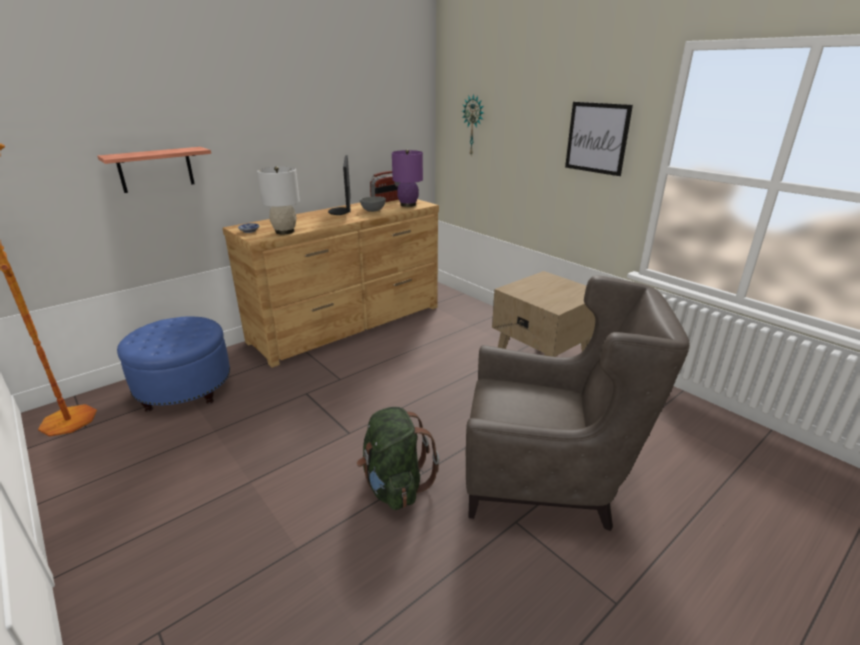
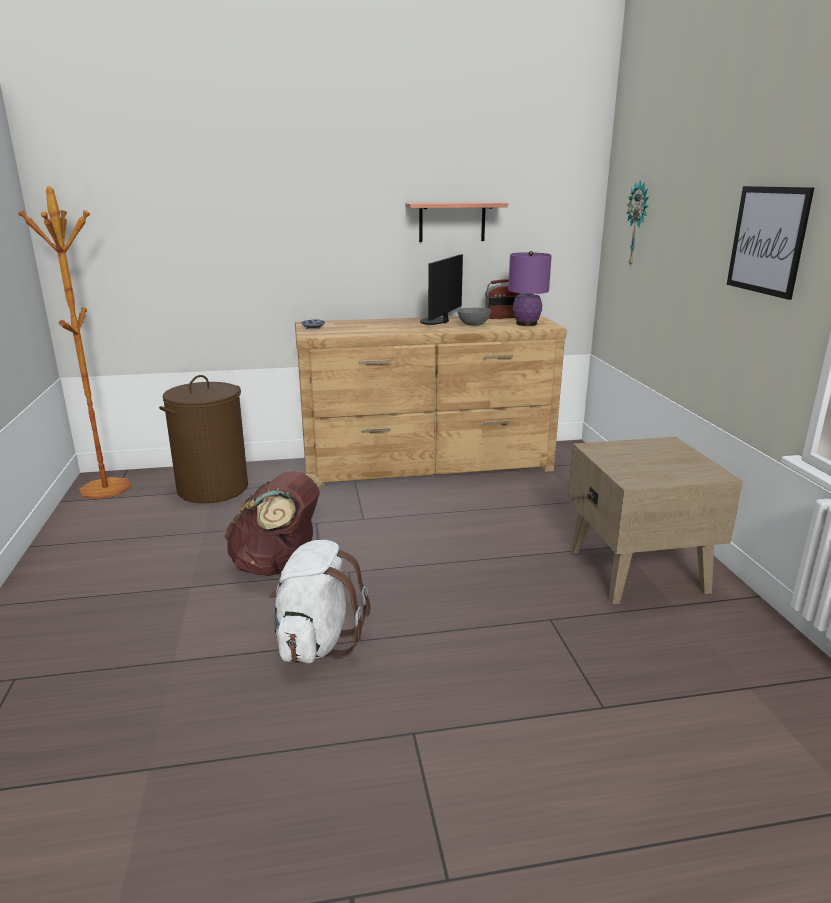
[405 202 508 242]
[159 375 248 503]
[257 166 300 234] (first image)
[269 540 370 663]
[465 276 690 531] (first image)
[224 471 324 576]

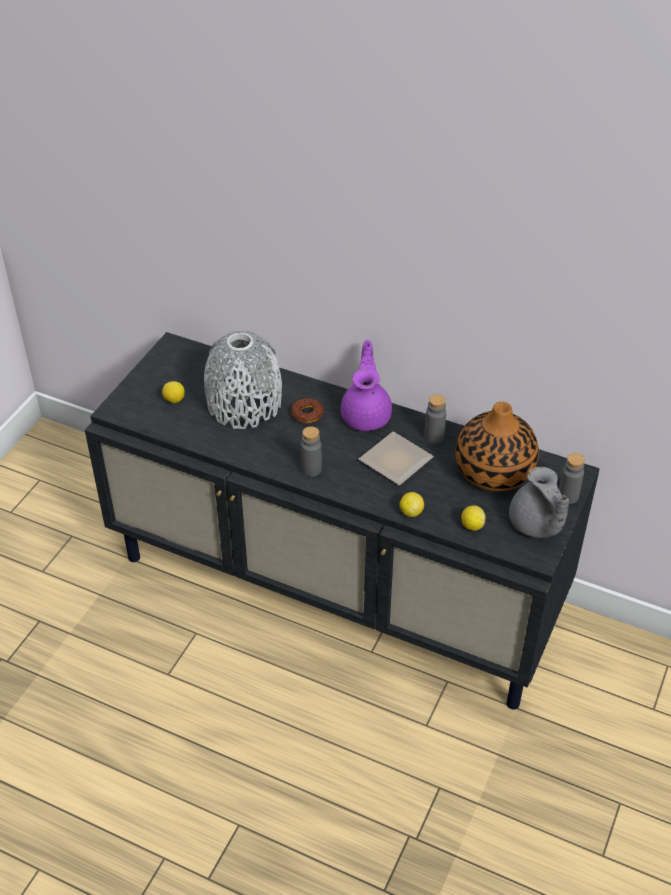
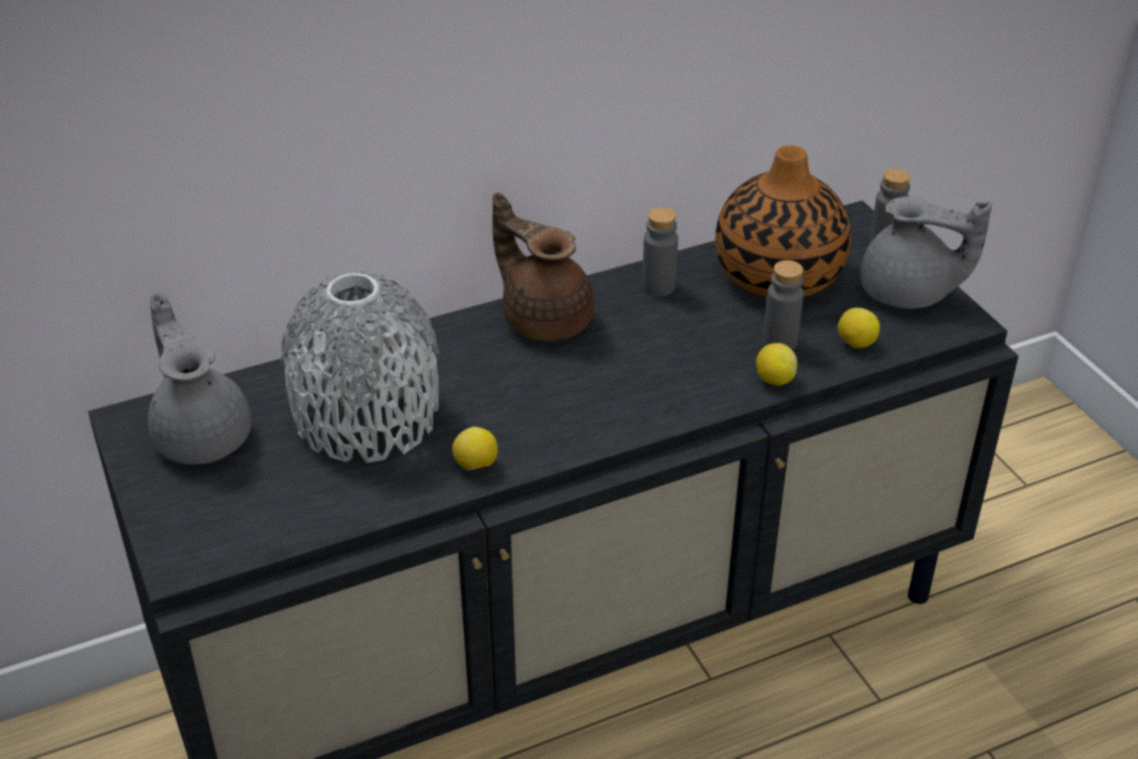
[452 427 498 471]
[291 398 324 423] (first image)
[763 260 804 350]
[492 193 594 341]
[359 432 434 485] (first image)
[148 293 252 465]

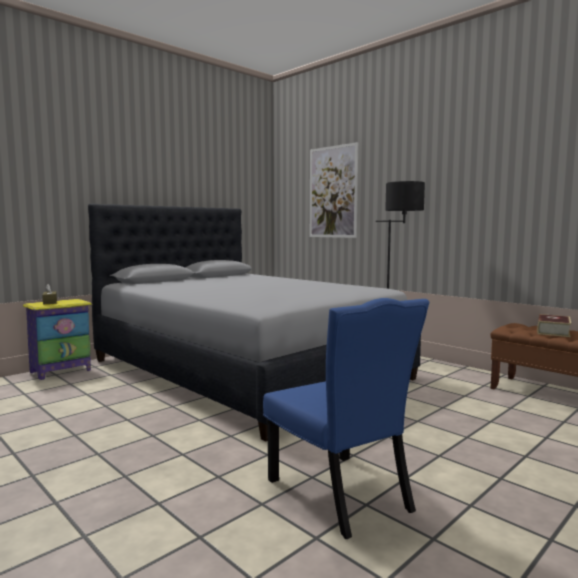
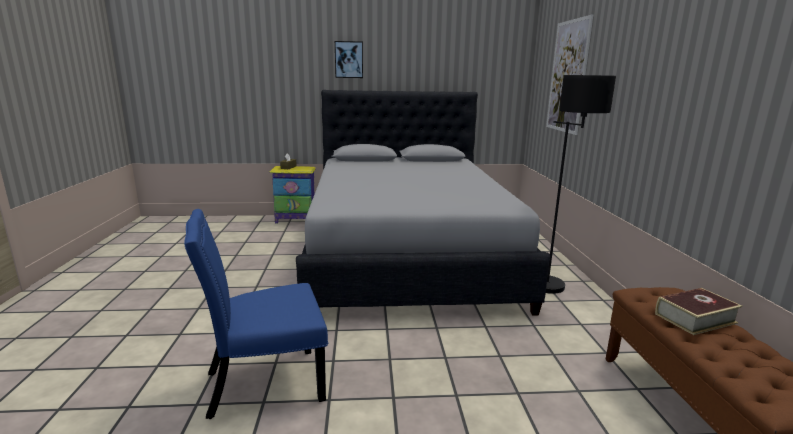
[184 209 328 419]
[335 41 363 78]

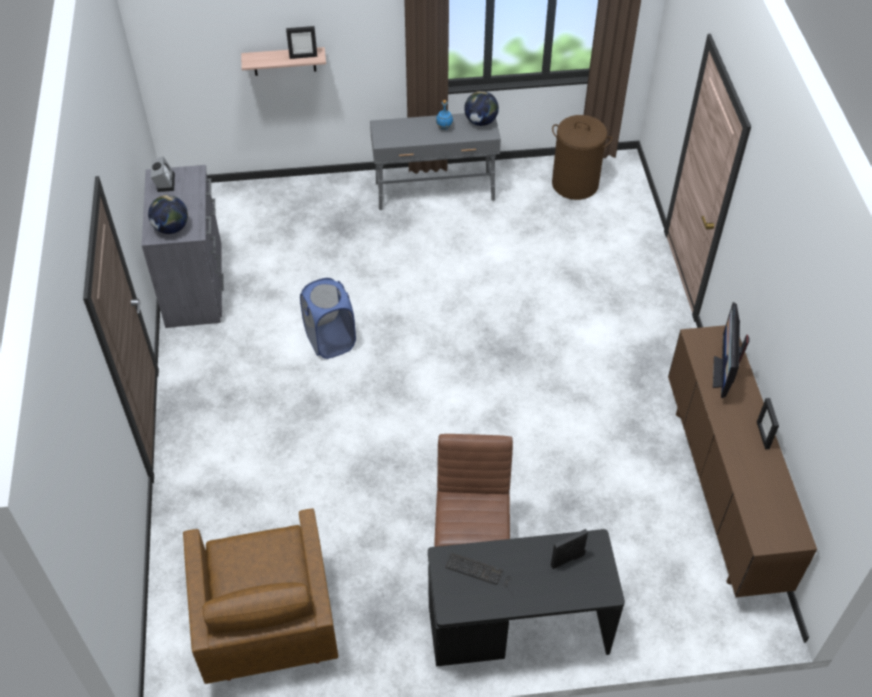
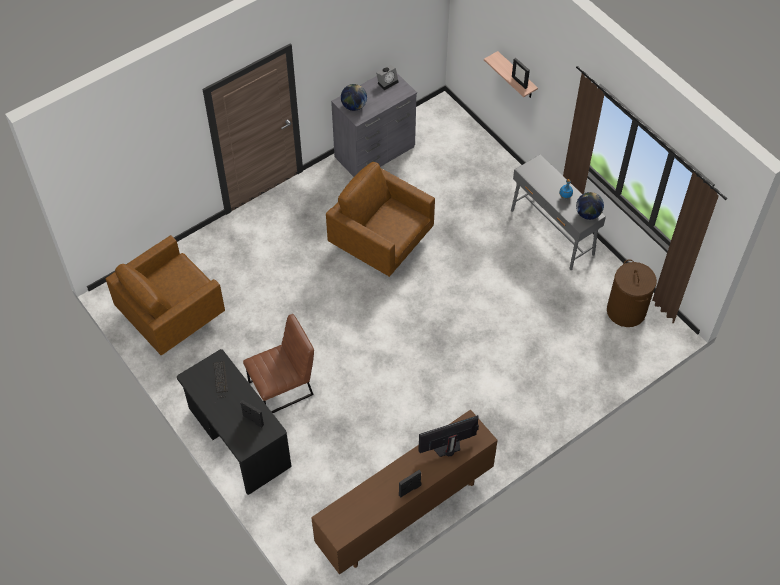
[326 162 435 277]

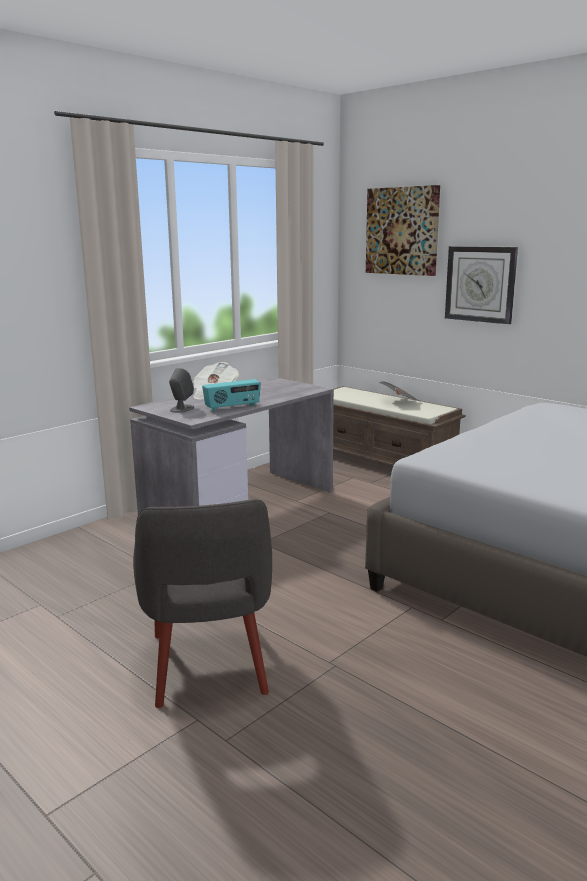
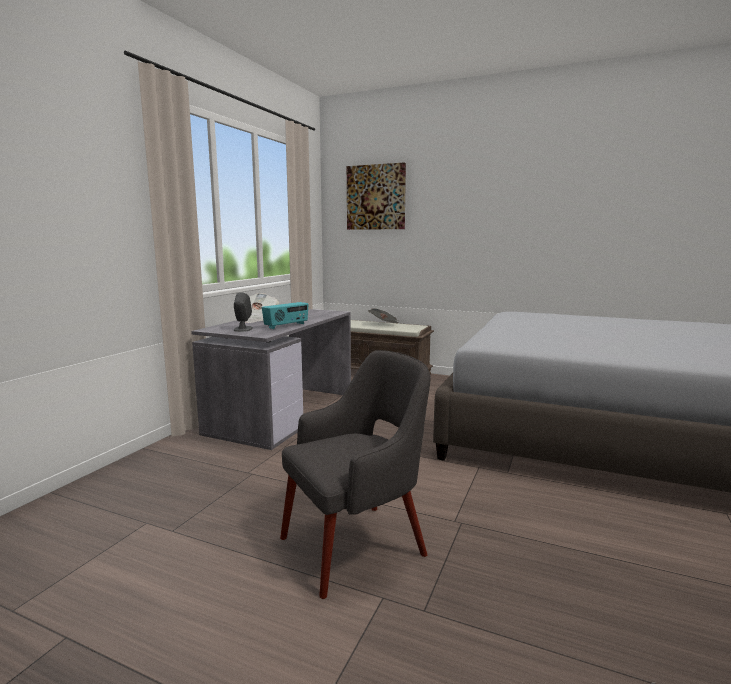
[280 350 430 599]
[445 246 518 324] (first image)

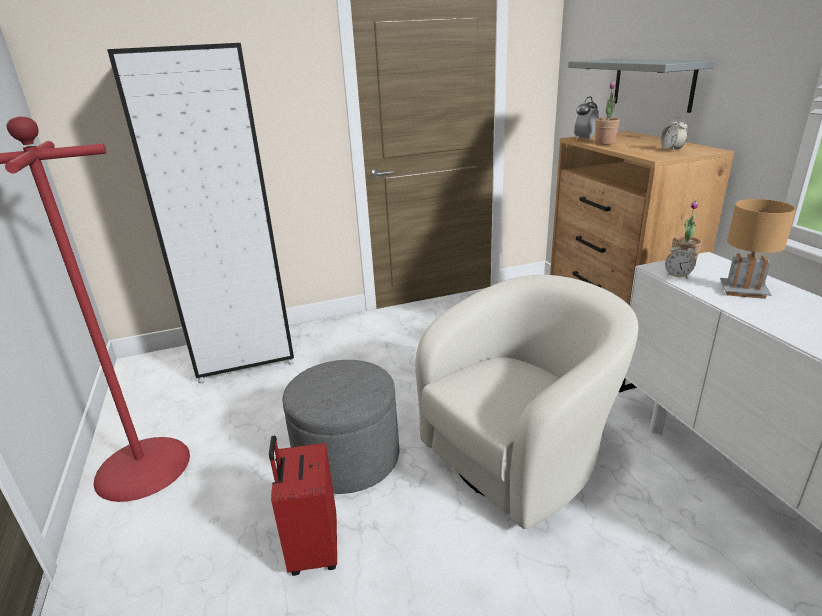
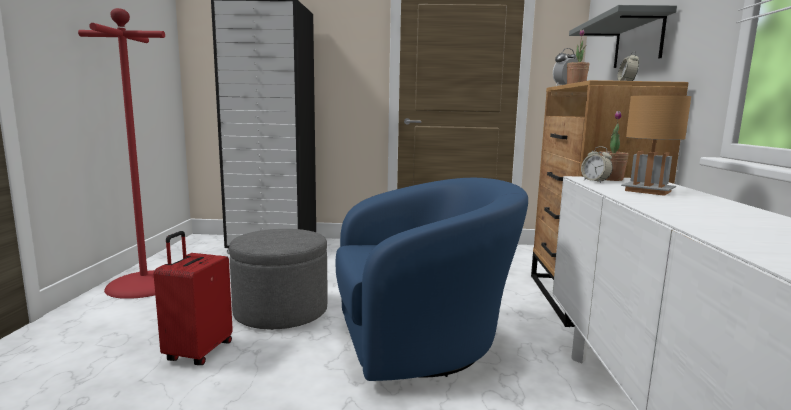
[336 178 528 381]

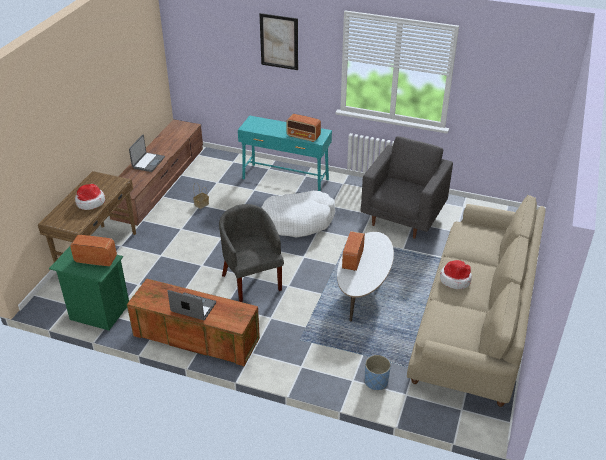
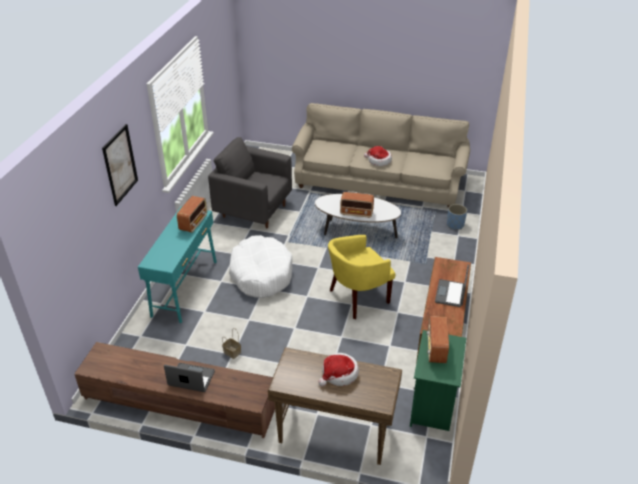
[328 235 395 319]

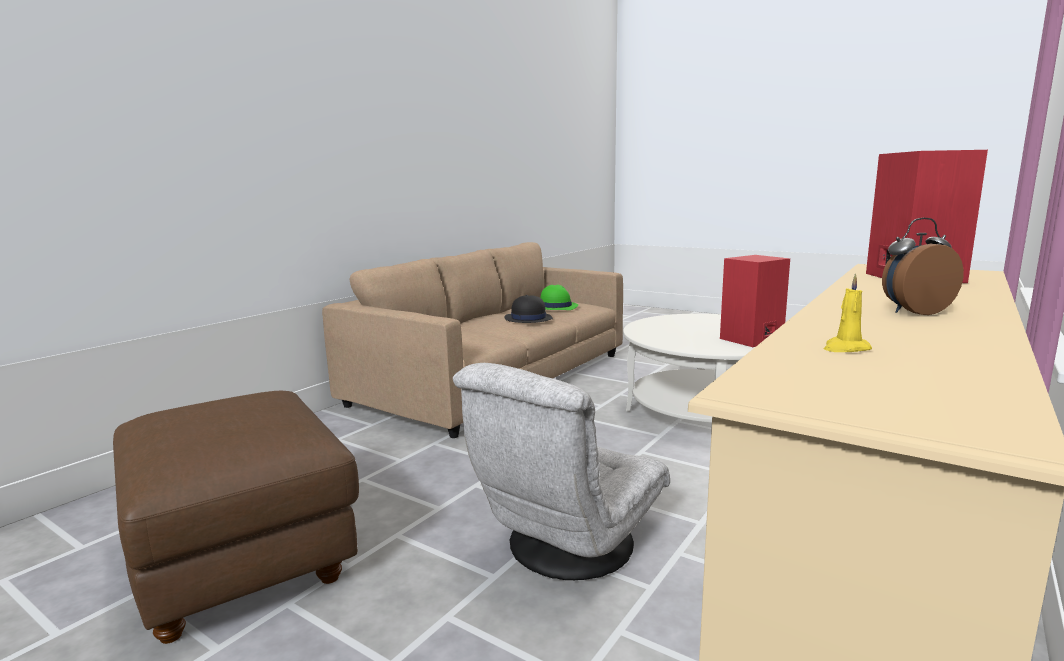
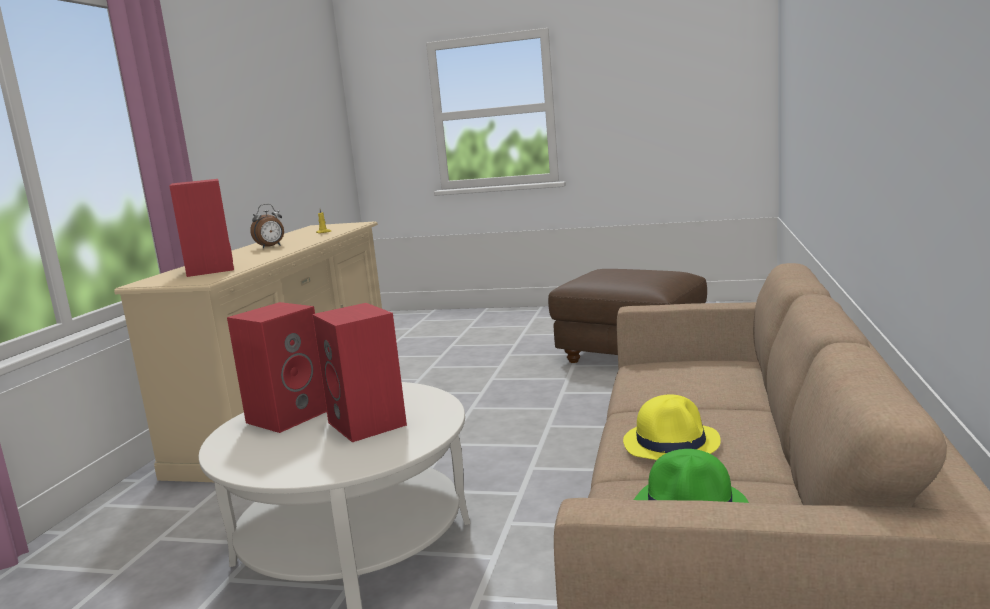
[453 363 670 580] (first image)
[623 394 721 460]
[312 303 407 442]

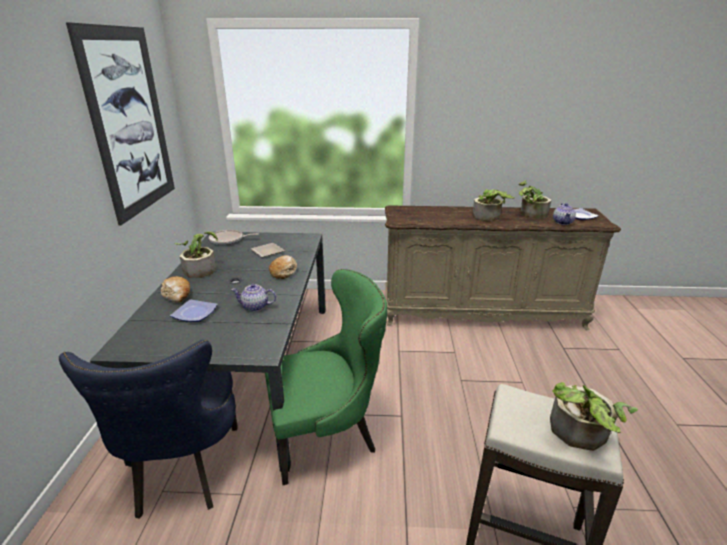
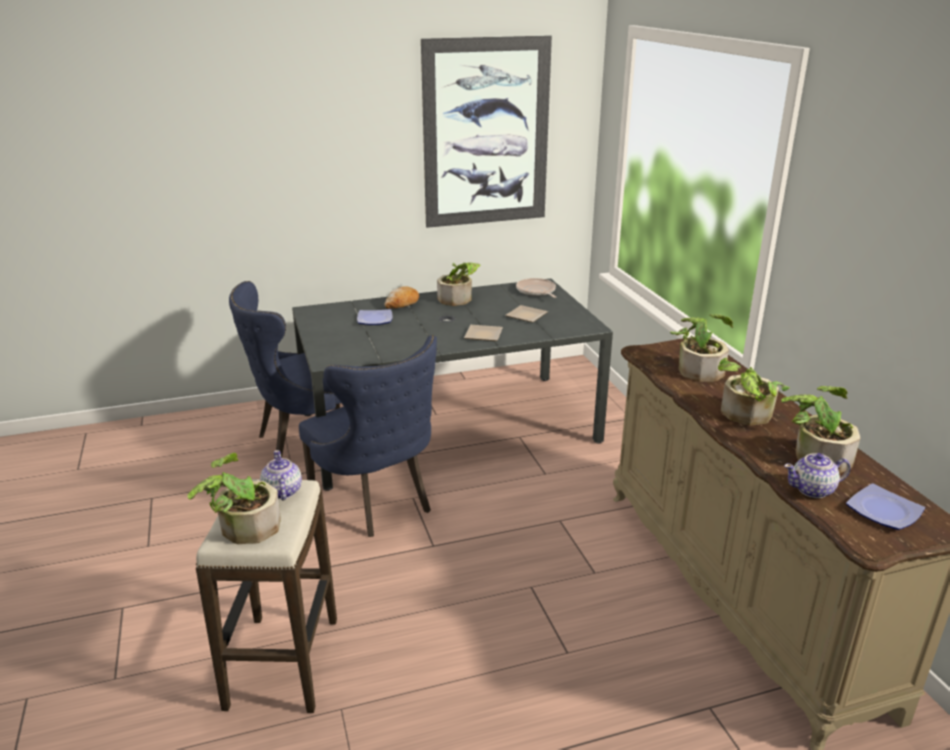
[260 450 302 501]
[299 335 437 537]
[464 325 503 341]
[670 314 733 382]

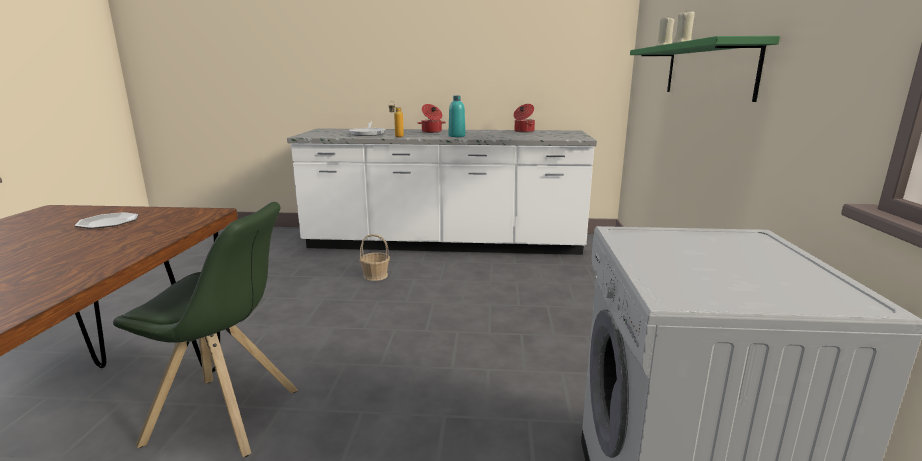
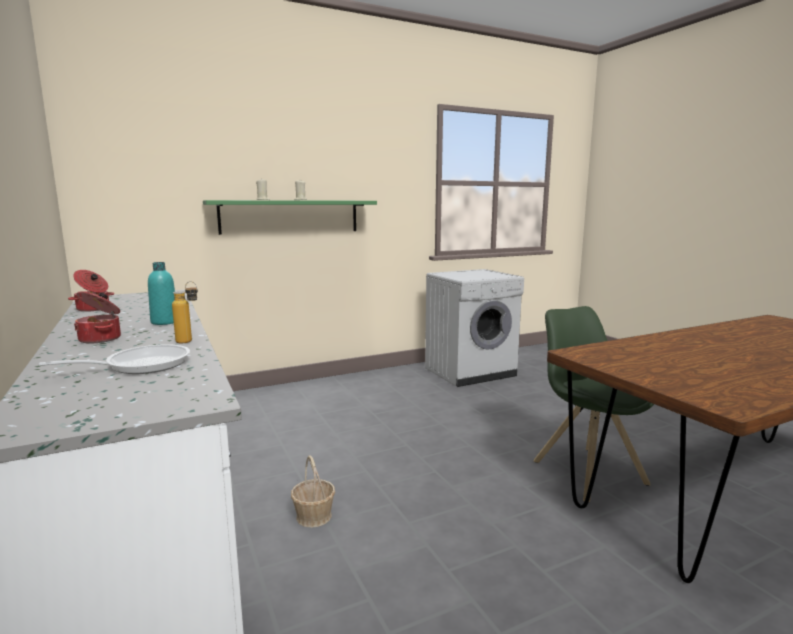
[75 212 139 229] (first image)

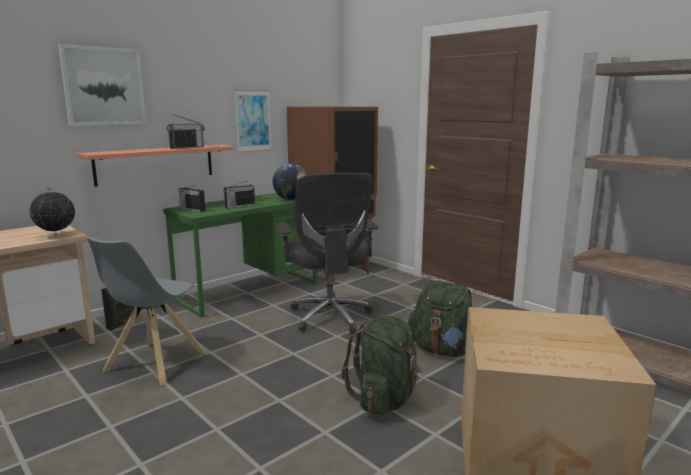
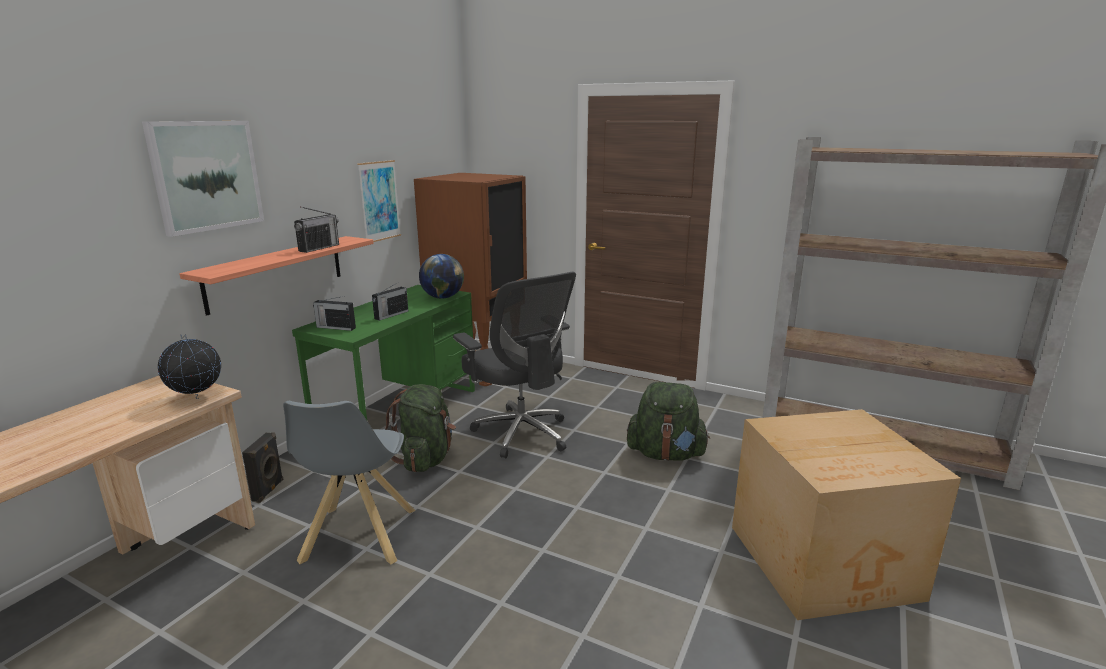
[384 384 456 472]

